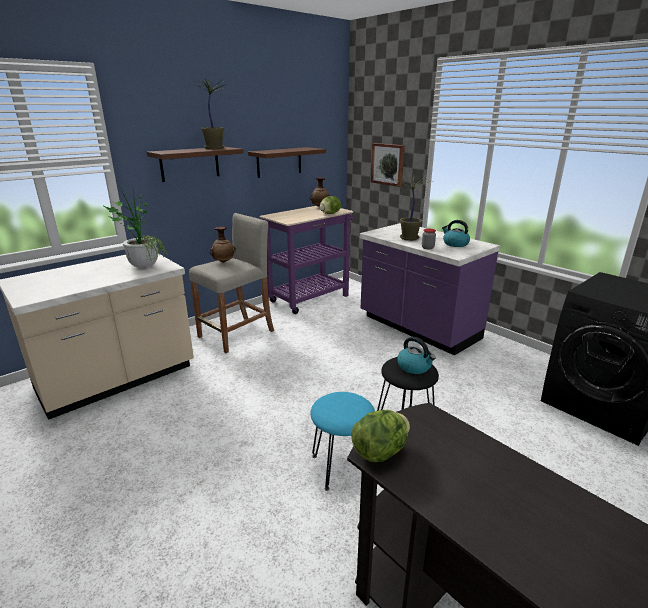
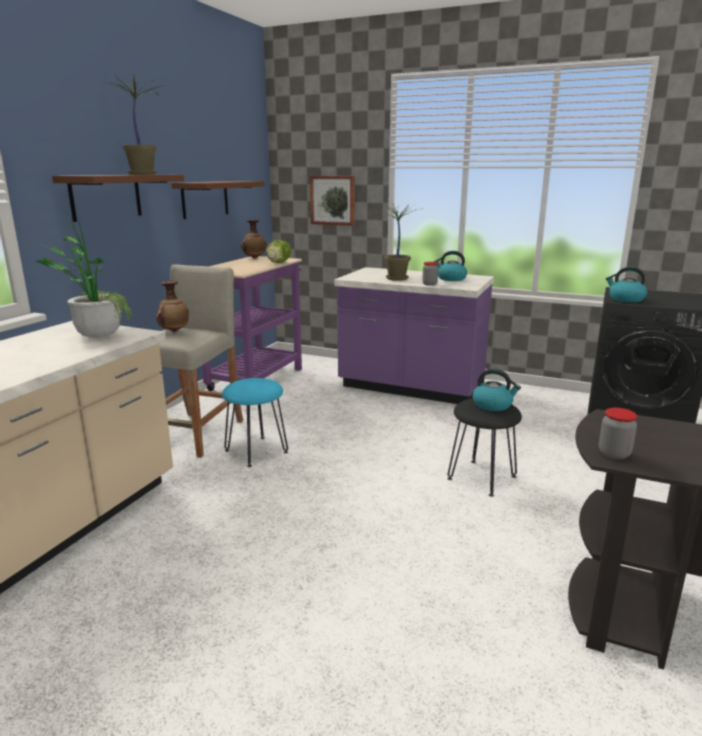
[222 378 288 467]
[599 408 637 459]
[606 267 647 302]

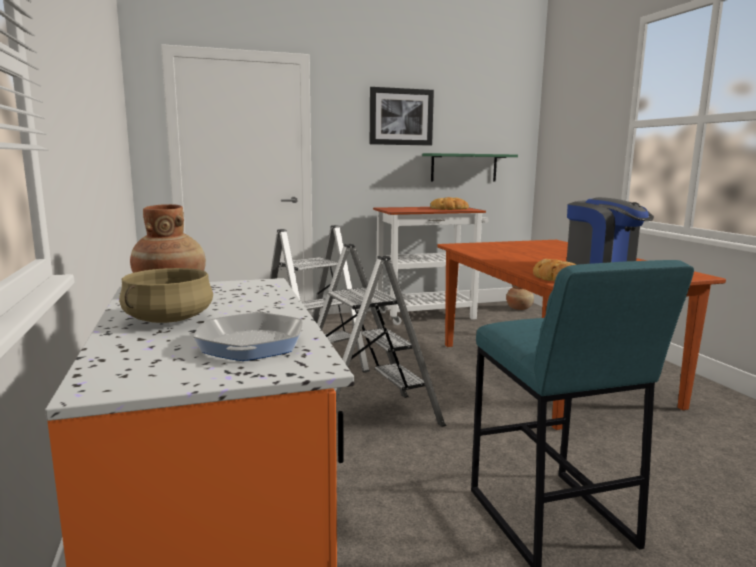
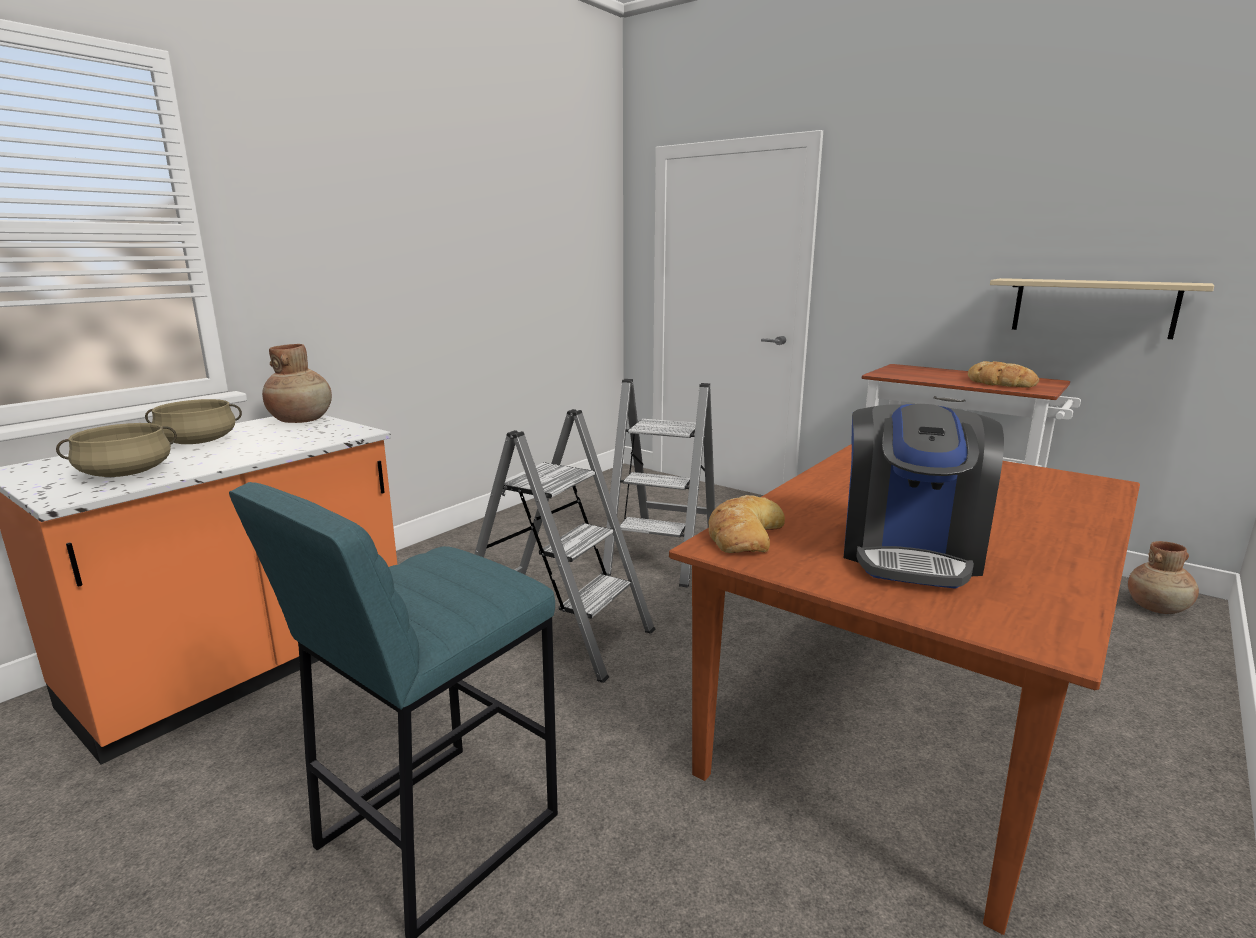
[56 423 177 477]
[370 87 434 146] (first image)
[990 278 1214 339]

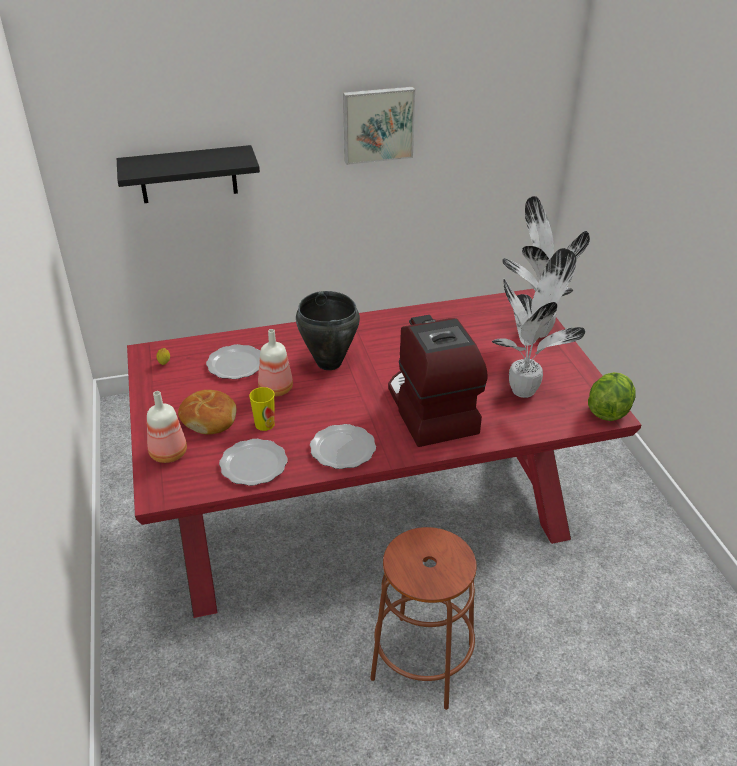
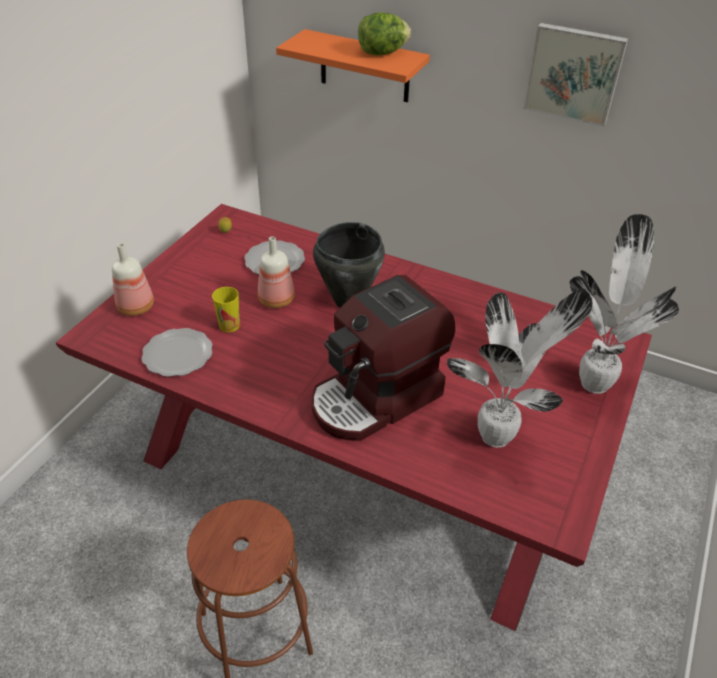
[276 29 430 102]
[178 390 237 434] (first image)
[310 424 376 469] (first image)
[312 275 456 441]
[358 12 411 56]

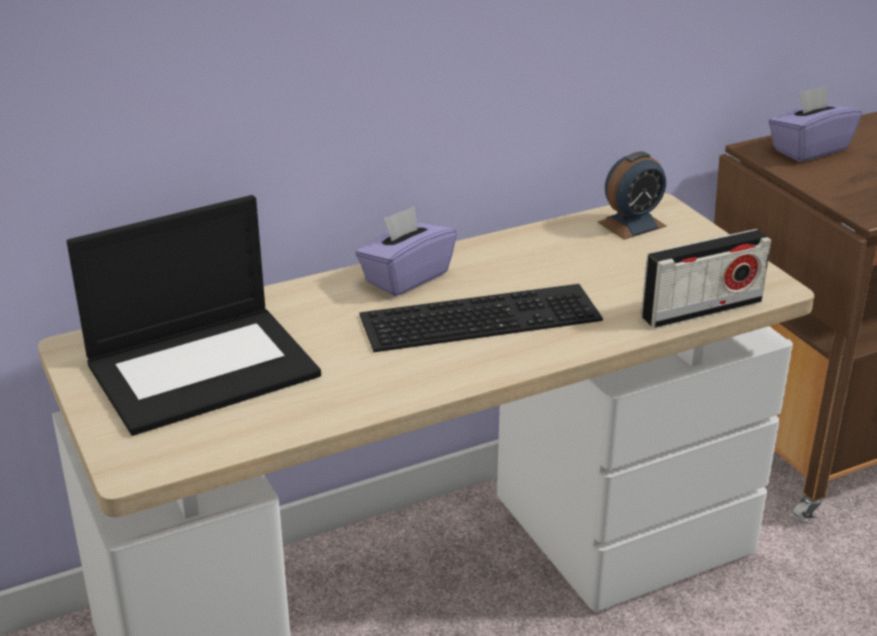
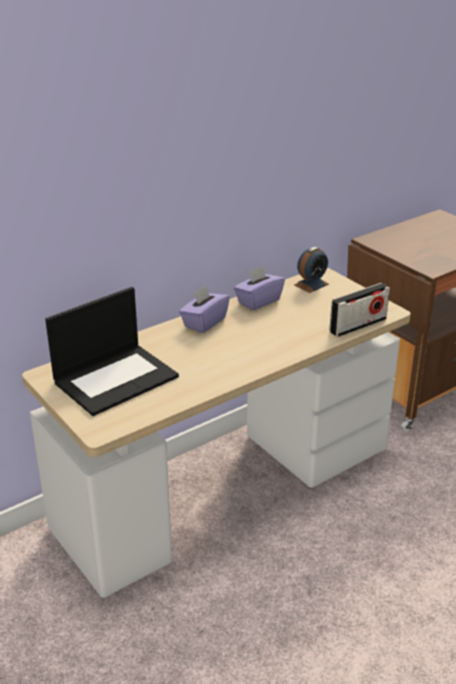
[359 284 603 352] (first image)
[234 266 285 310]

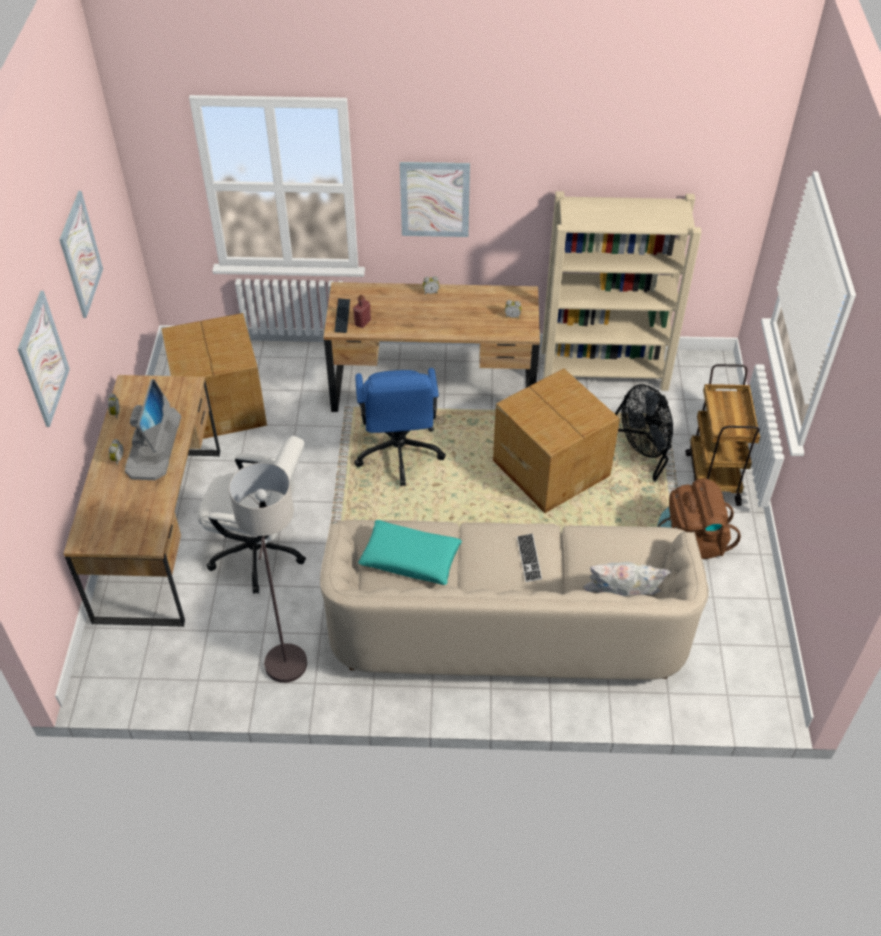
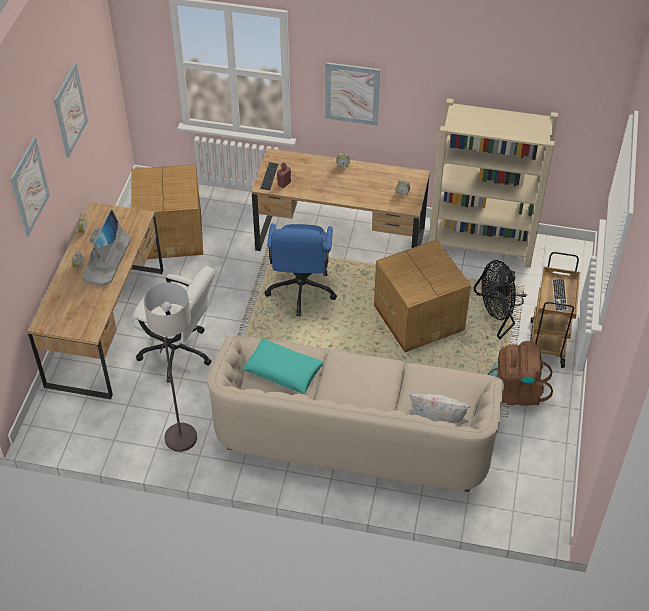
[552 279 568 311]

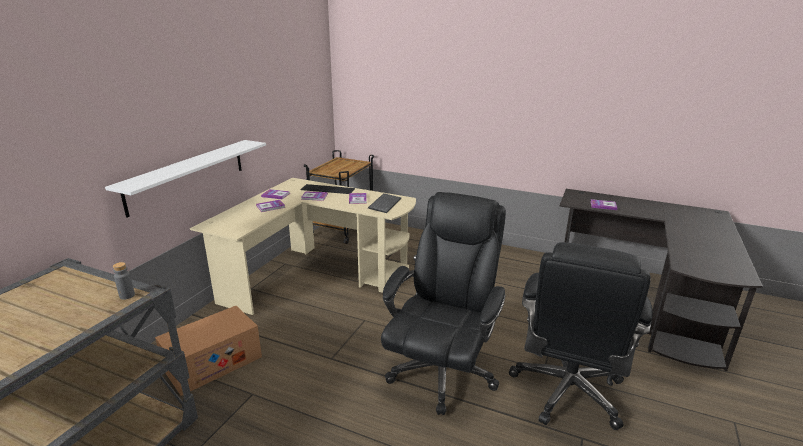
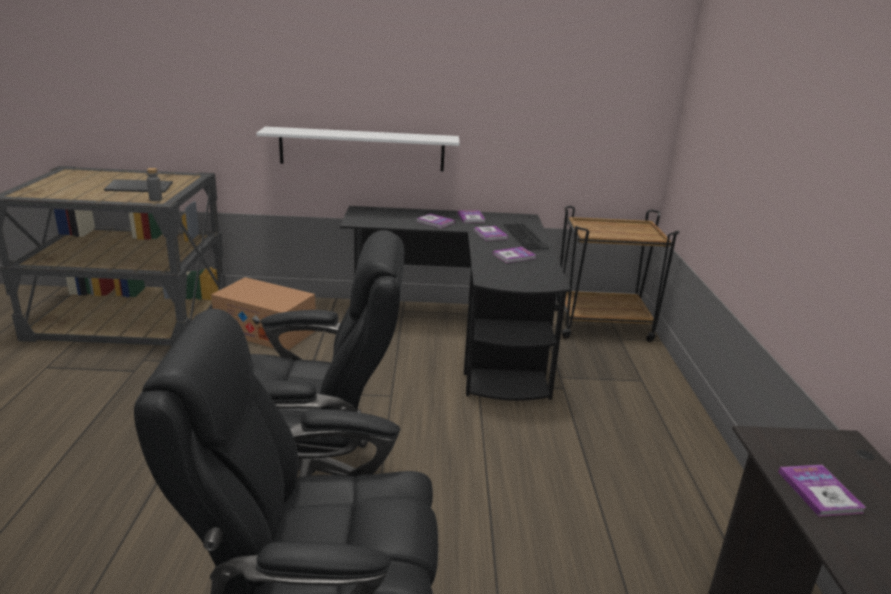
[340 206 571 401]
[104 179 173 193]

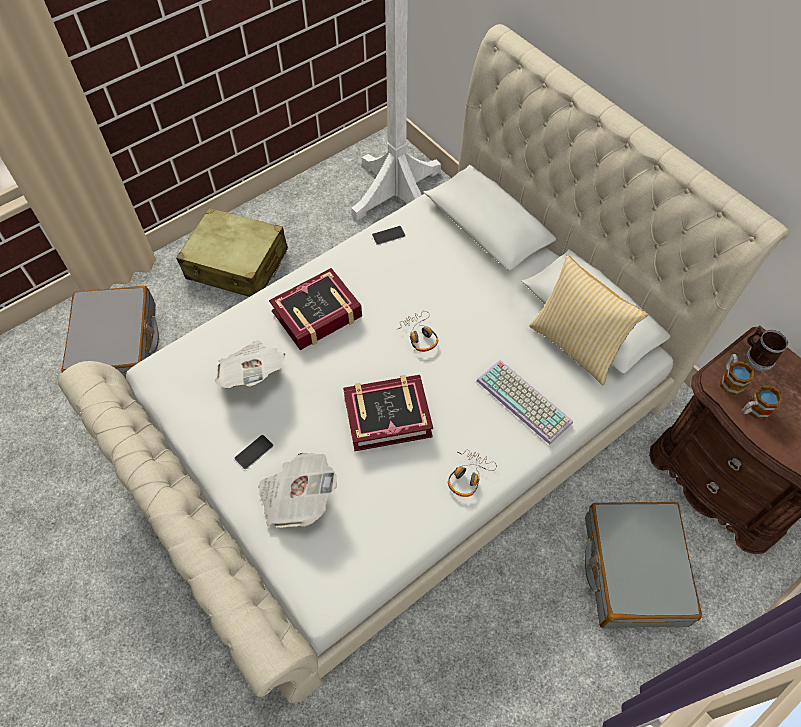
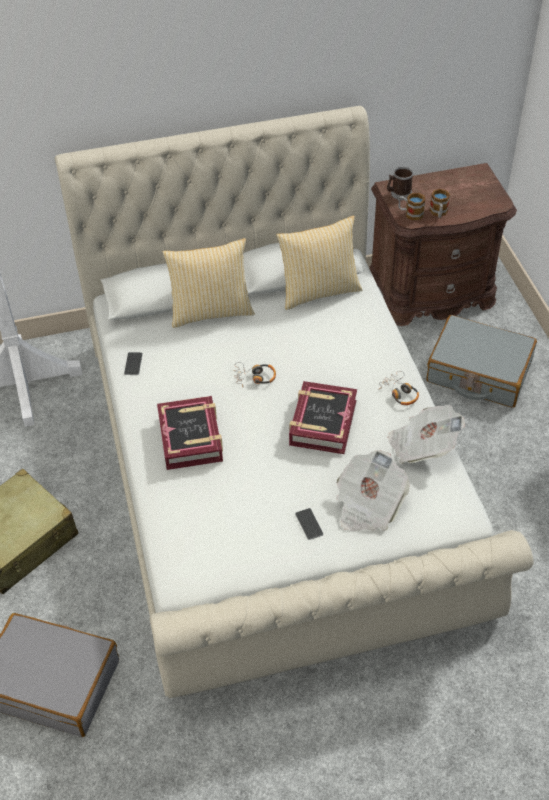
[387 405 465 464]
[477 360 573 445] (first image)
[163 238 255 328]

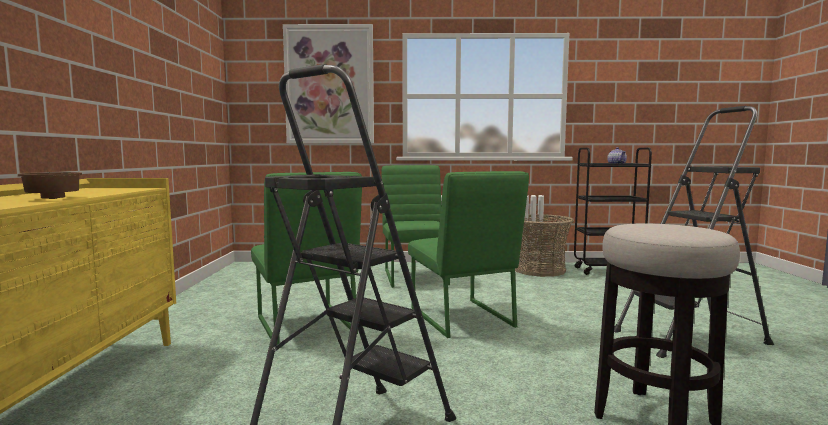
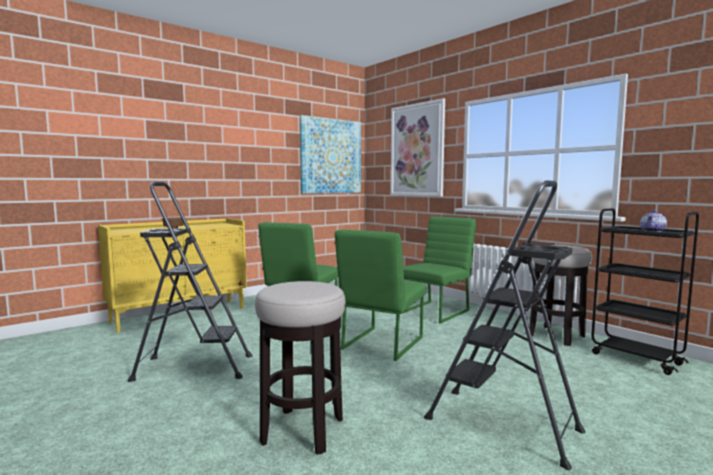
[529 245 592 346]
[300 115 361 193]

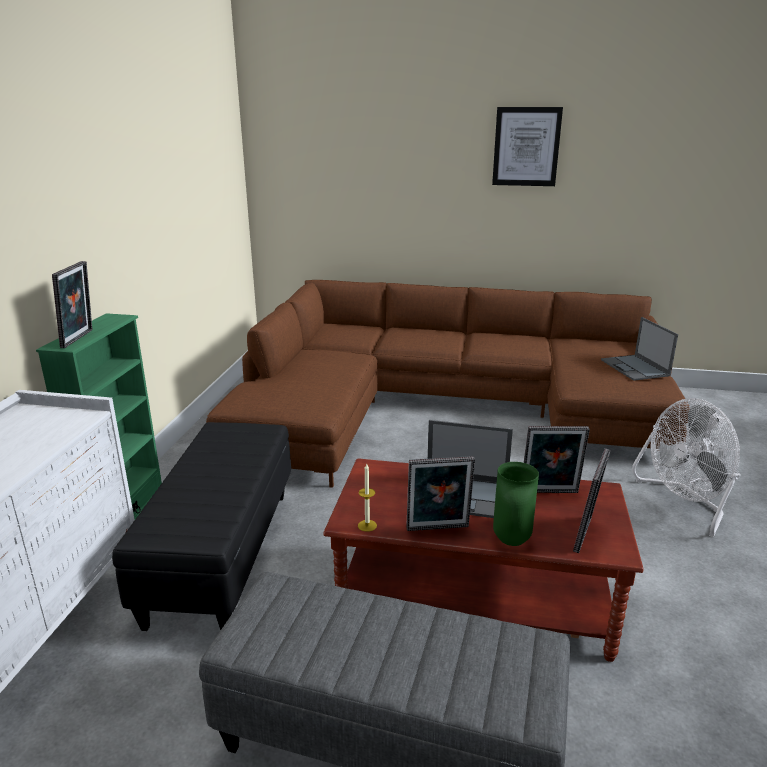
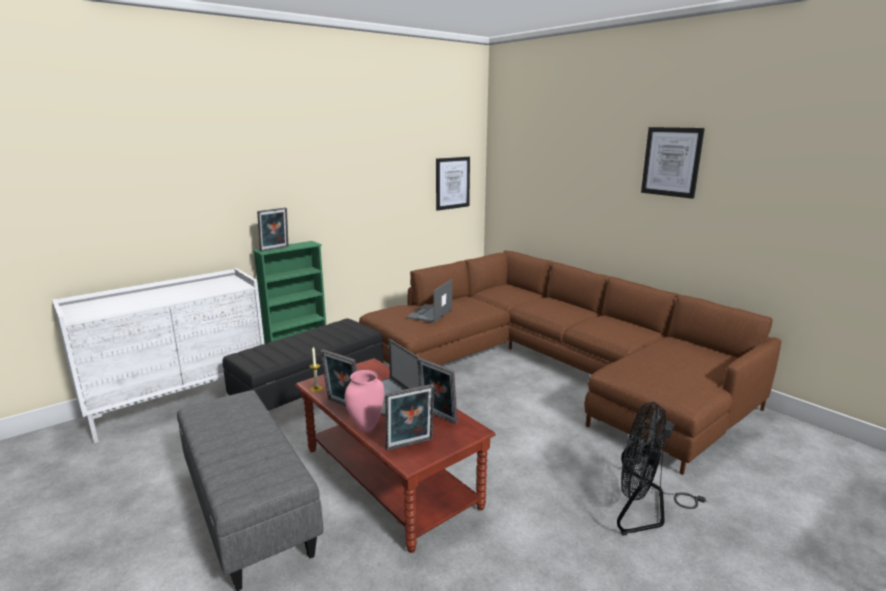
[345 370 384 432]
[406 279 452 323]
[617 402 707 536]
[436 157 470 211]

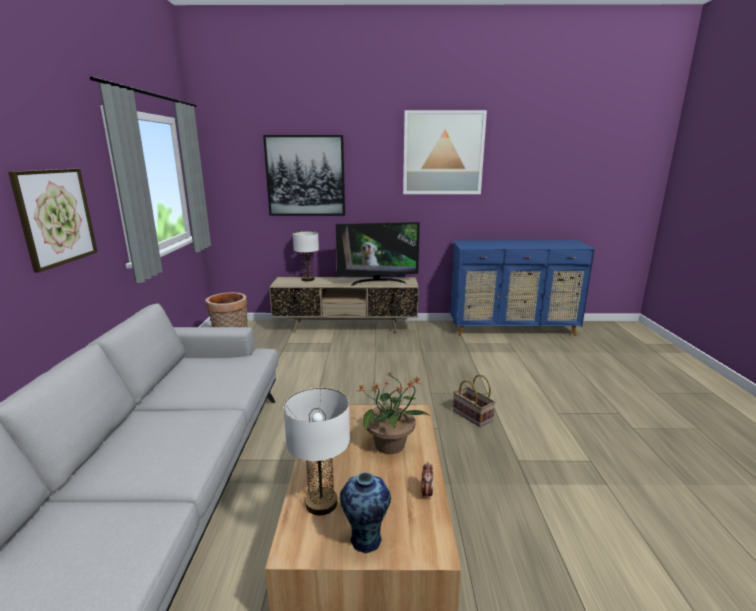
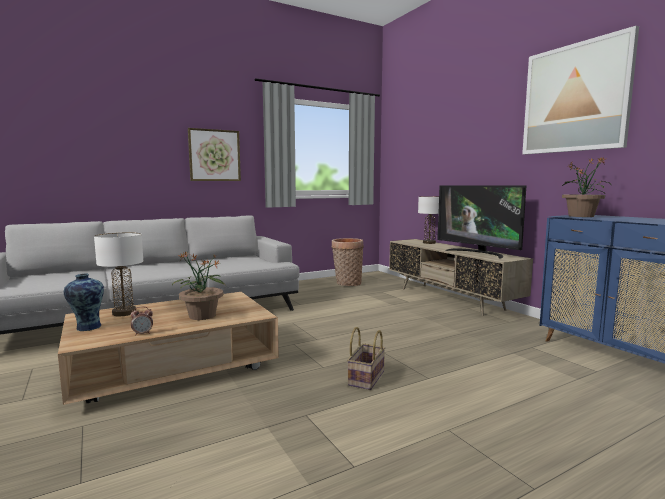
[263 135 345 216] (first image)
[561 157 611 217]

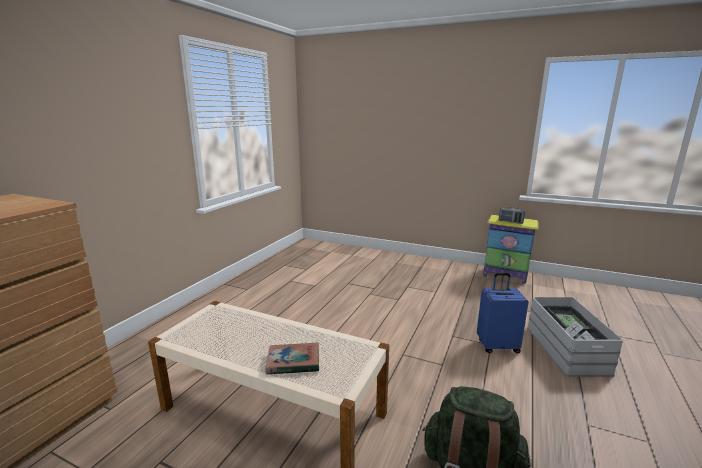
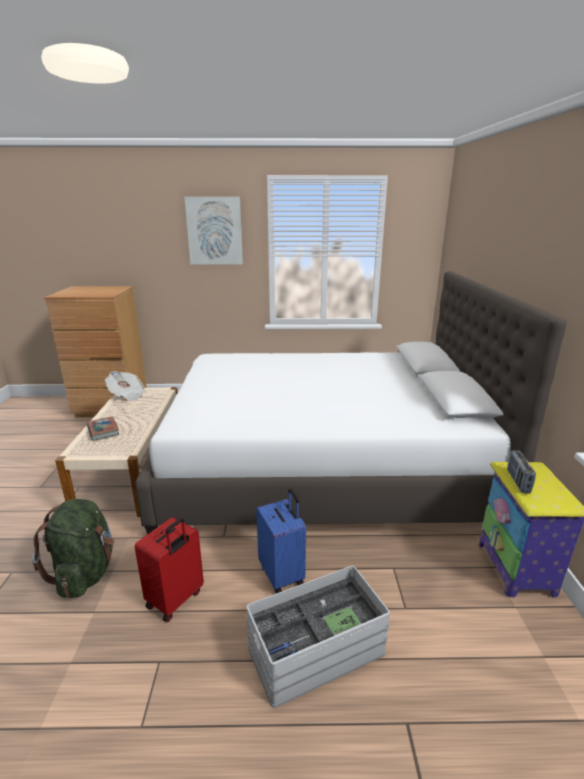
[105 371 147 402]
[135 271 567 535]
[135 517 204 622]
[185 197 243 264]

